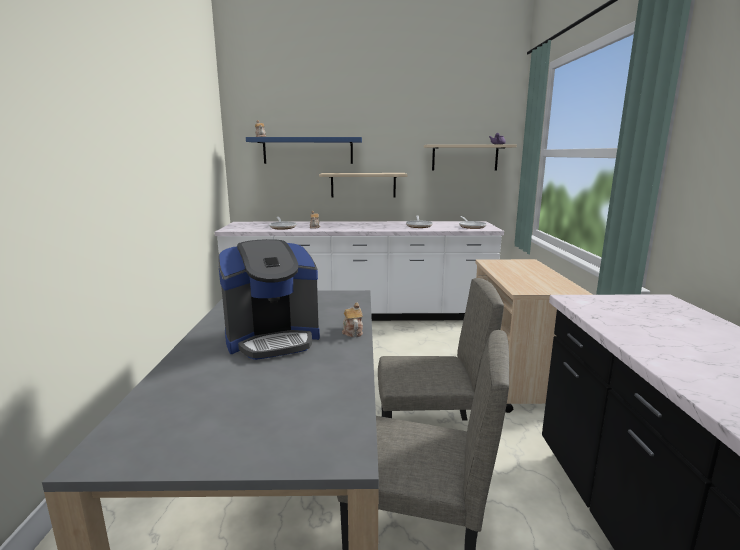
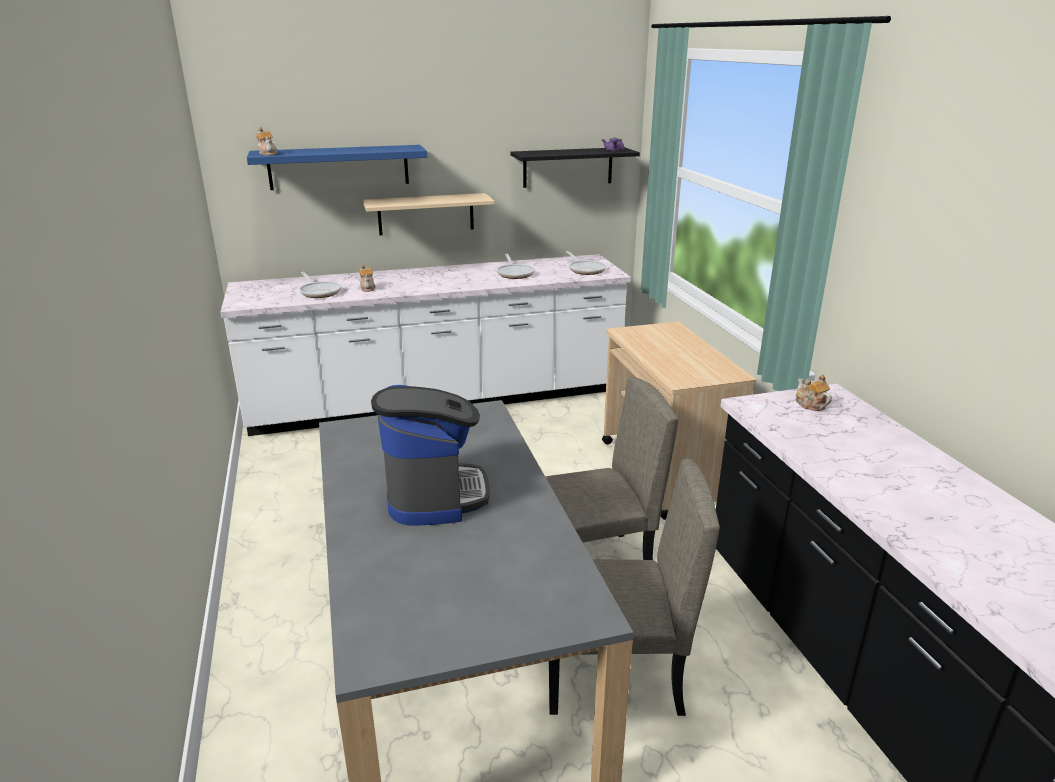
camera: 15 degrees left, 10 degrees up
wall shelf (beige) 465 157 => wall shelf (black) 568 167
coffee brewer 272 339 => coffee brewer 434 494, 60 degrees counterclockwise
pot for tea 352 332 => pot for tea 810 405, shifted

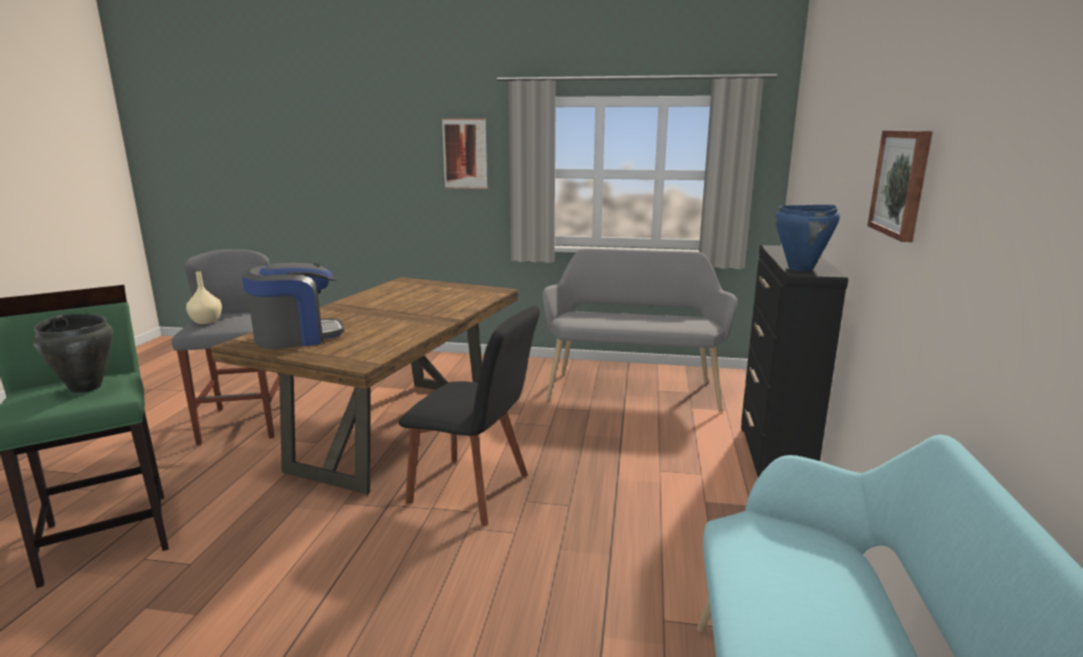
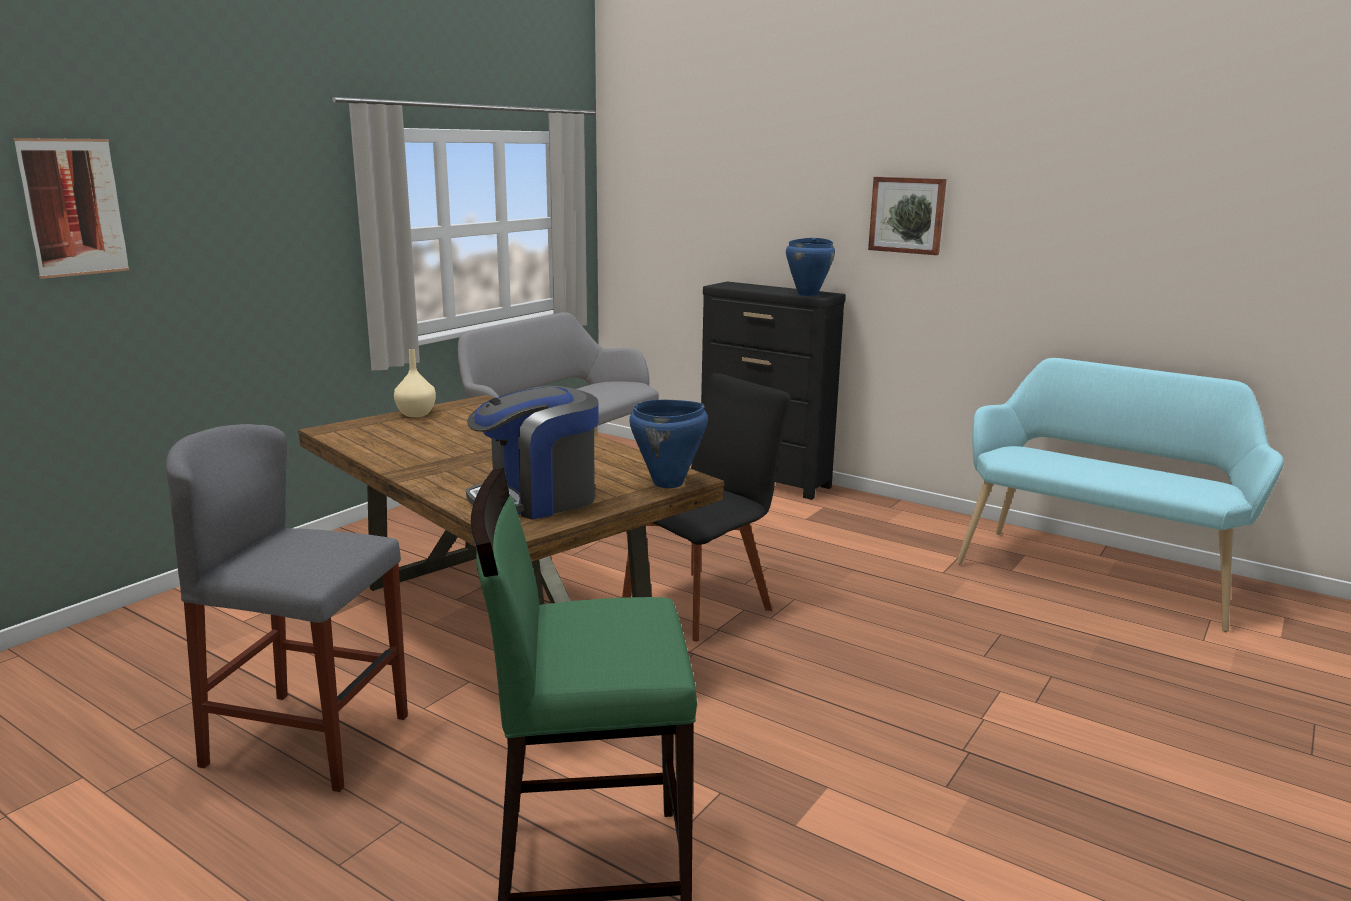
camera: 65 degrees left, 0 degrees up
wall art 465 154 => wall art 73 207, shifted
coffee brewer 297 337 => coffee brewer 536 499, 120 degrees counterclockwise
vase (beige) 206 321 => vase (beige) 415 414, shifted
stockpot (black) 86 387 => nothing
nothing => stockpot (blue) 668 483

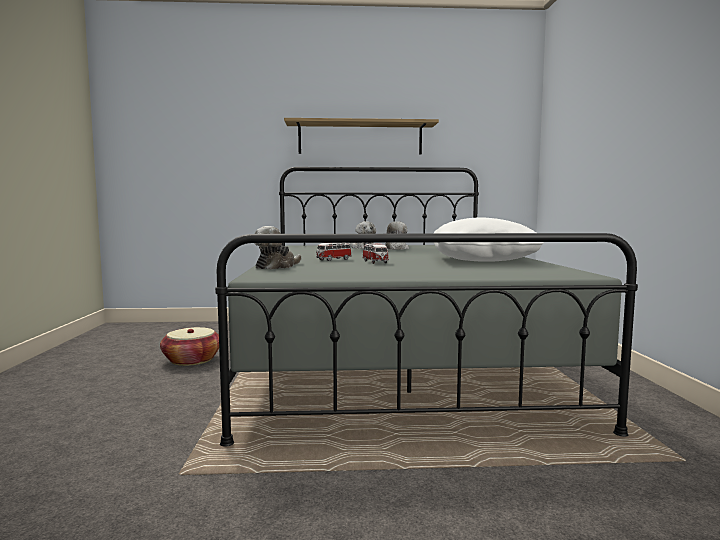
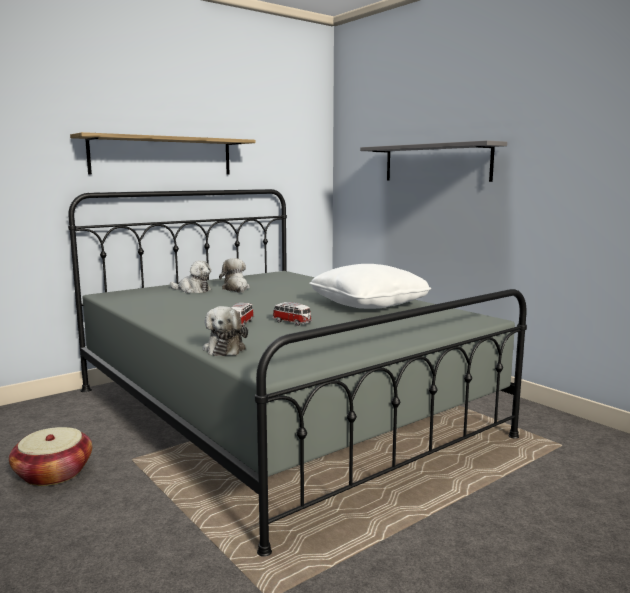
camera: 35 degrees left, 5 degrees up
nothing => wall shelf (greyish) 436 163

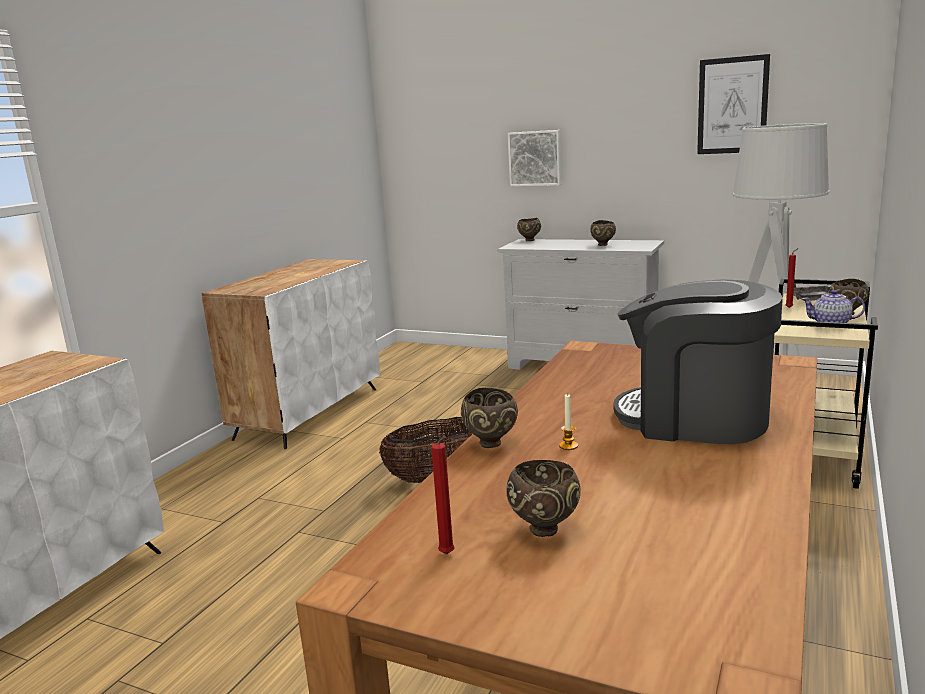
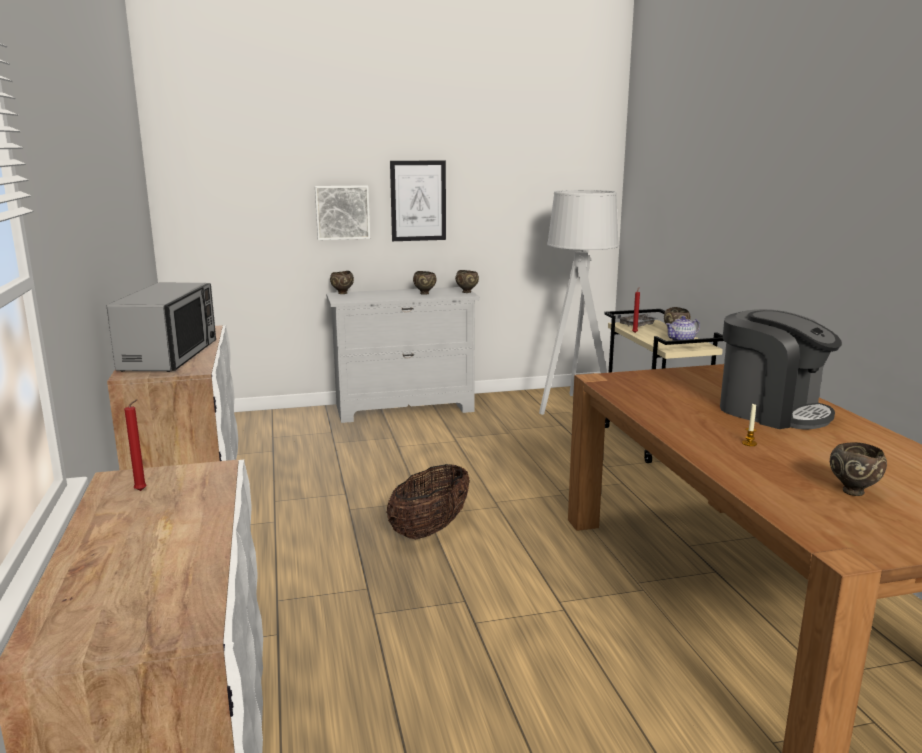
camera: 40 degrees left, 0 degrees up
wall art 732 105 => wall art 418 201, shifted
coffee brewer 694 418 => coffee brewer 771 411, 120 degrees counterclockwise
serving bowl (brownish) 491 444 => serving bowl (brownish) 467 292, shifted
wax light (red-coloured) 448 555 => wax light (red-coloured) 142 491, shifted
nothing => microwave 170 355

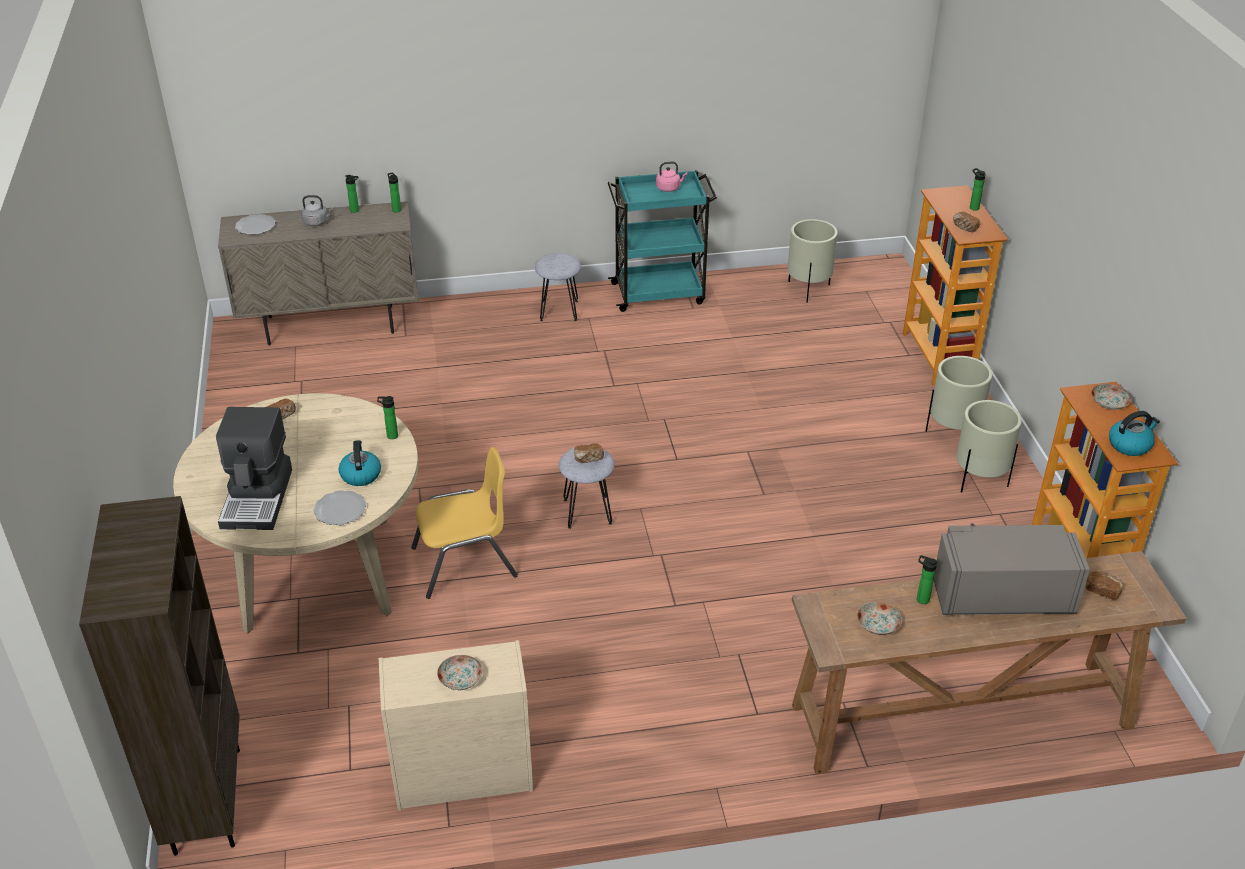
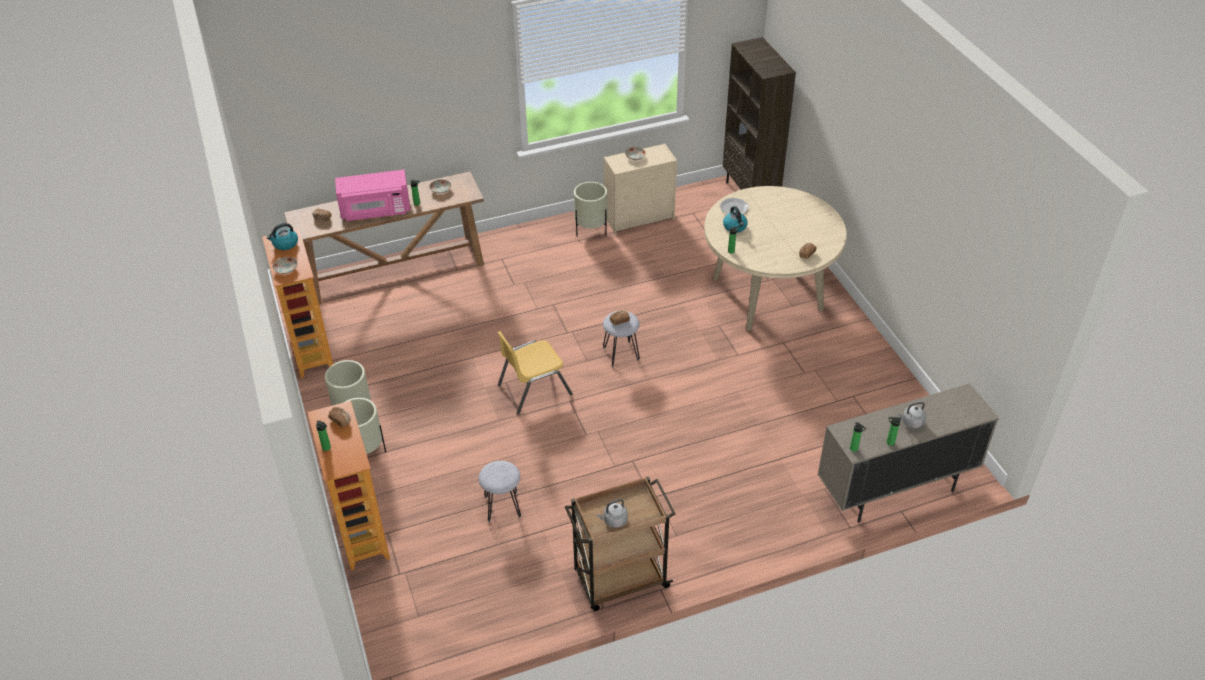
camera: 170 degrees right, 5 degrees up
water kettle (pink) 669 188 => water kettle (greyish) 614 521
cart (turquoise) 659 293 => cart (brownish) 619 580
flat dish 255 226 => nothing
plant pot (beige) 808 289 => plant pot (beige) 591 231, shifted
sitting stool (greyish) 559 310 => sitting stool (greyish) 502 506, shifted
coffee brewer 258 498 => nothing
chair (yellow-coloured) 465 563 => chair (yellow-coloured) 534 389, shifted
microwave (greyish) 1001 594 => microwave (pink) 376 210

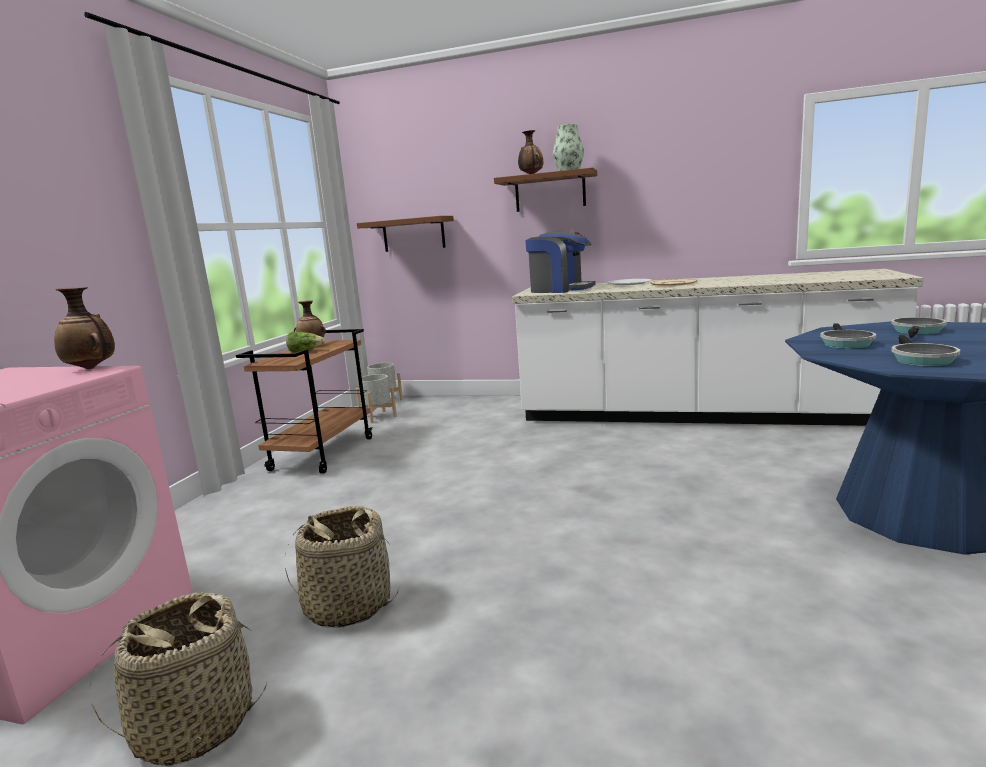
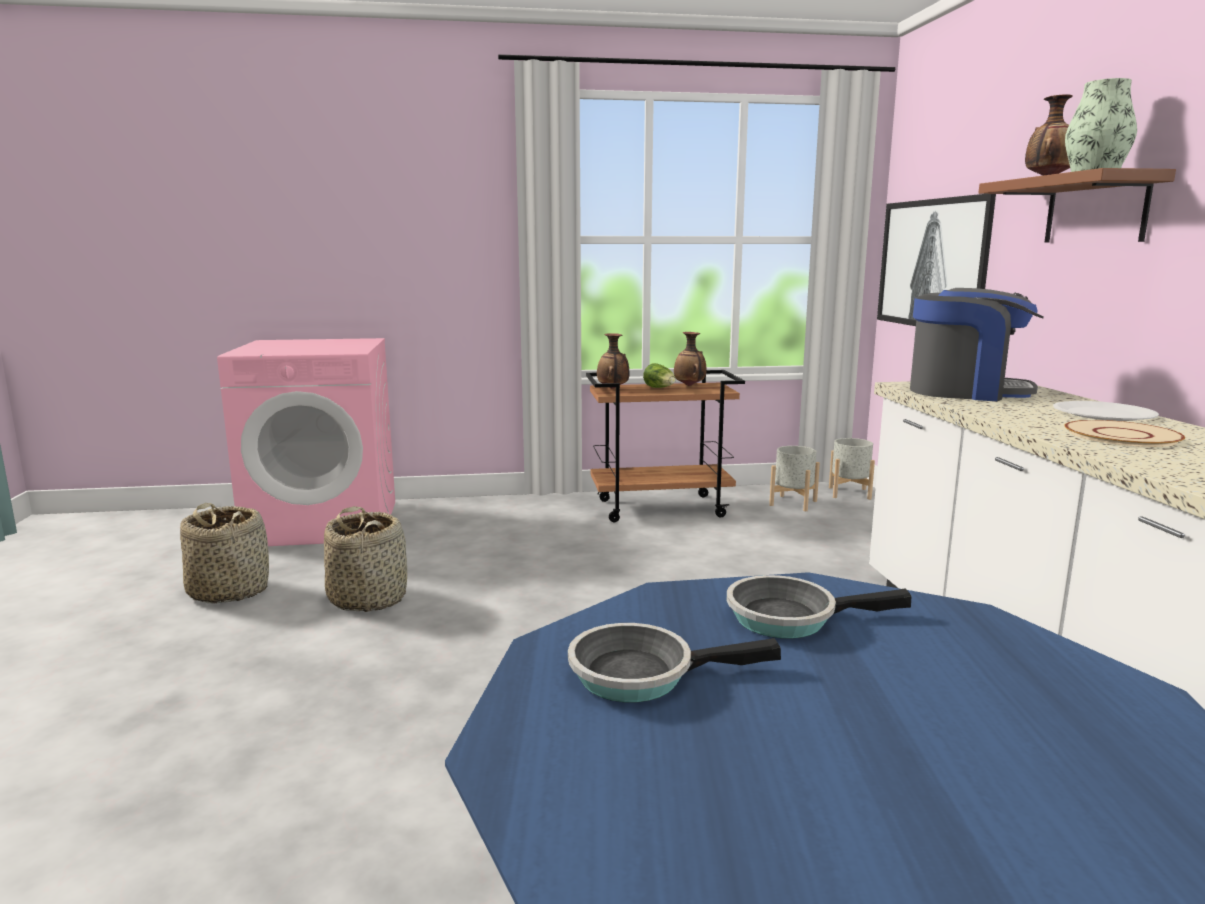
camera: 65 degrees right, 0 degrees up
wall shelf (brownish) 413 234 => wall art 933 264
coffee brewer 560 290 => coffee brewer 966 392, 75 degrees counterclockwise
vase 91 368 => vase 613 388, shifted
skillet 917 332 => nothing

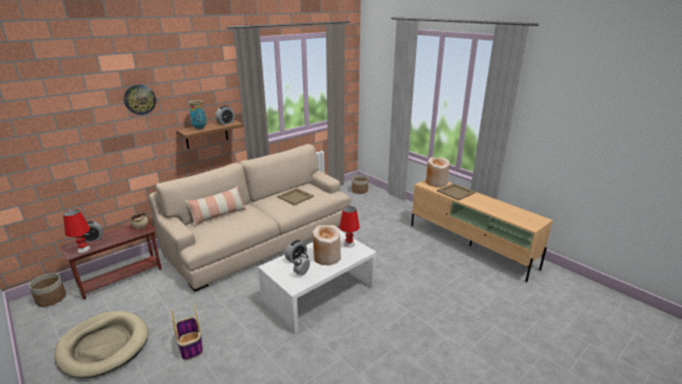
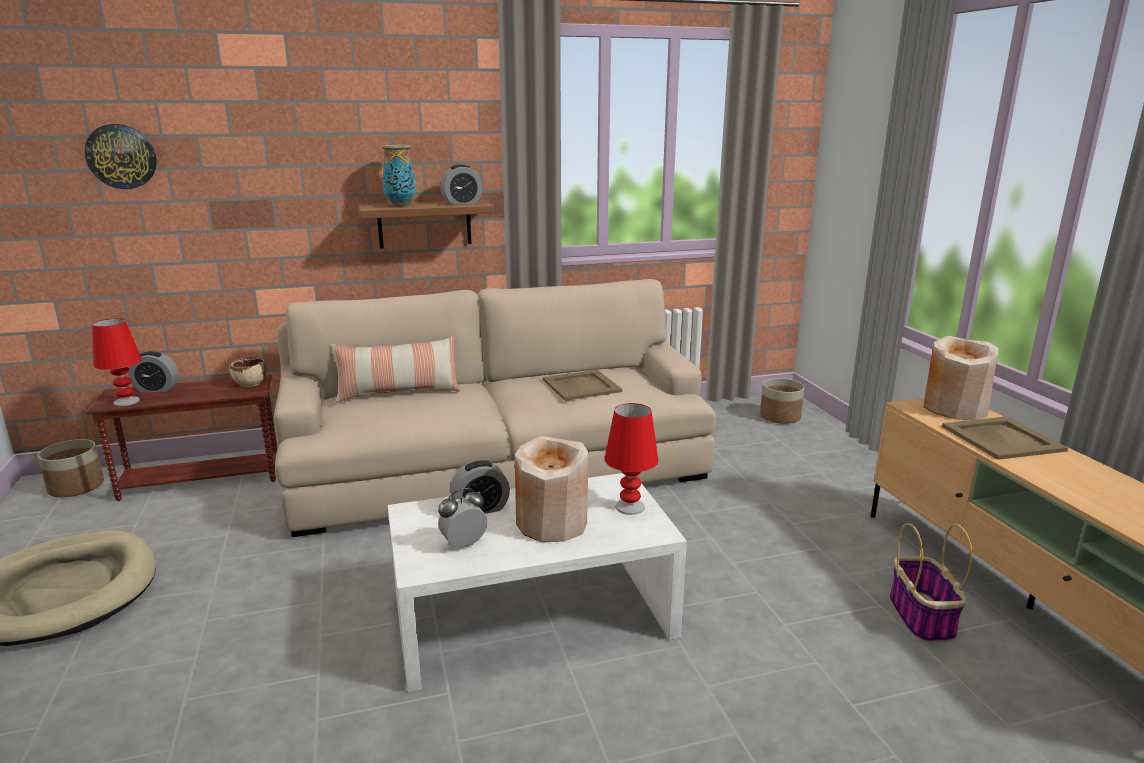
camera: 25 degrees right, 5 degrees down
clock on the wall 139 99 => clock on the wall 121 156, shifted
basket 191 346 => basket 922 618, shifted

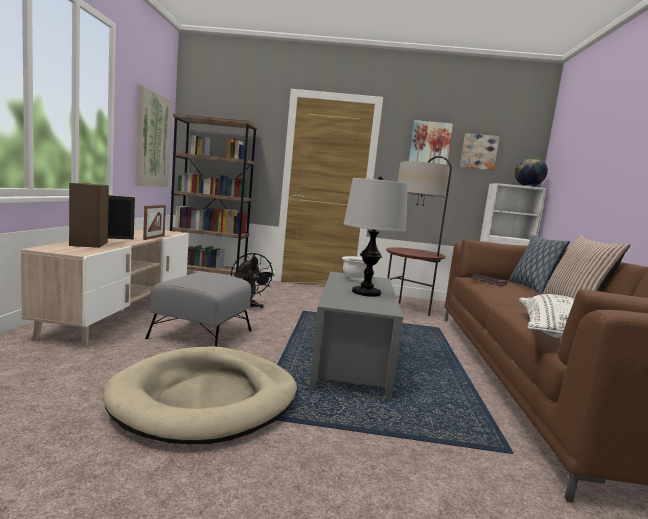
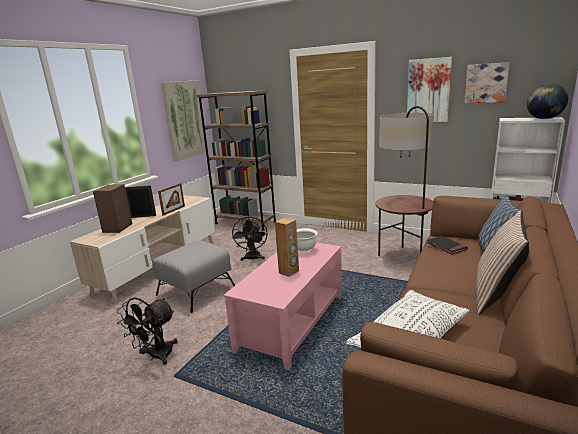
camera: 25 degrees right, 10 degrees up
lamp for a table 366 292 => speaker (brownish) 289 272
lounge table (greyish) 351 360 => lounge table (pink) 292 322
pet bed (beige) 206 399 => fan (black) 156 356

